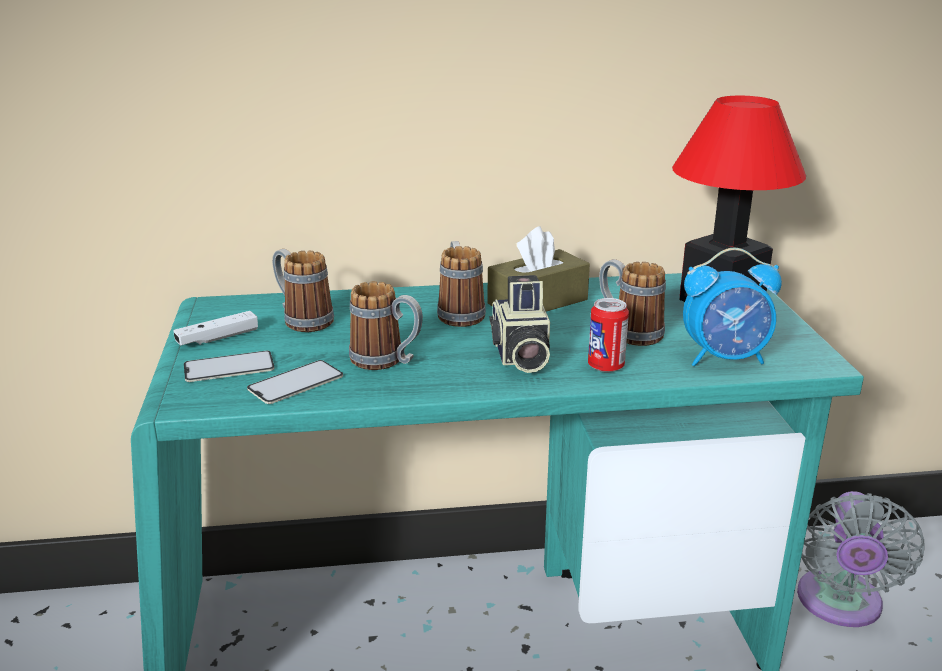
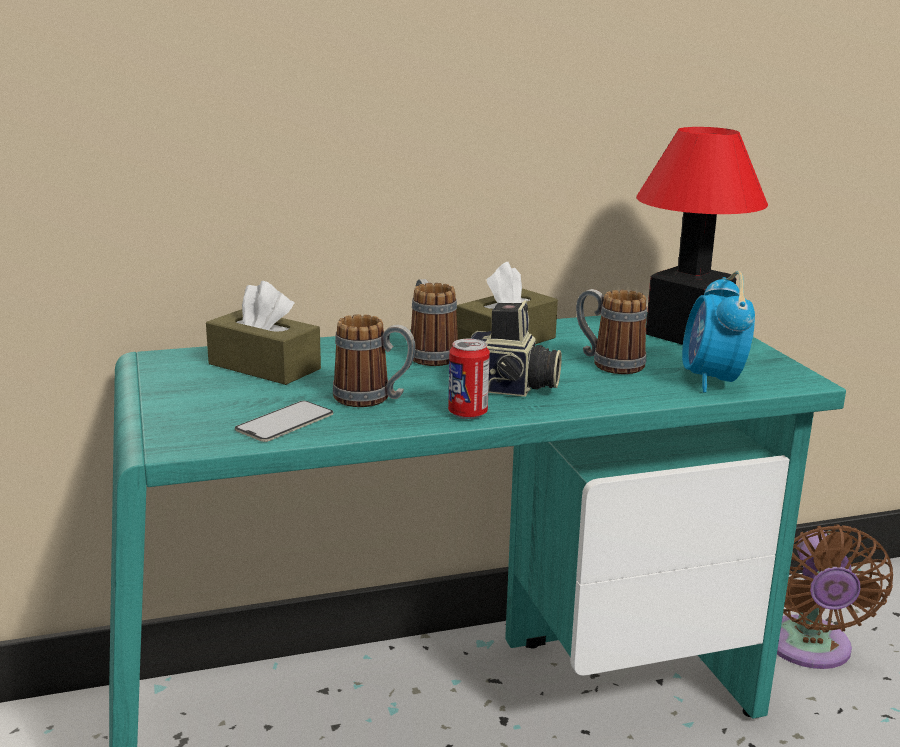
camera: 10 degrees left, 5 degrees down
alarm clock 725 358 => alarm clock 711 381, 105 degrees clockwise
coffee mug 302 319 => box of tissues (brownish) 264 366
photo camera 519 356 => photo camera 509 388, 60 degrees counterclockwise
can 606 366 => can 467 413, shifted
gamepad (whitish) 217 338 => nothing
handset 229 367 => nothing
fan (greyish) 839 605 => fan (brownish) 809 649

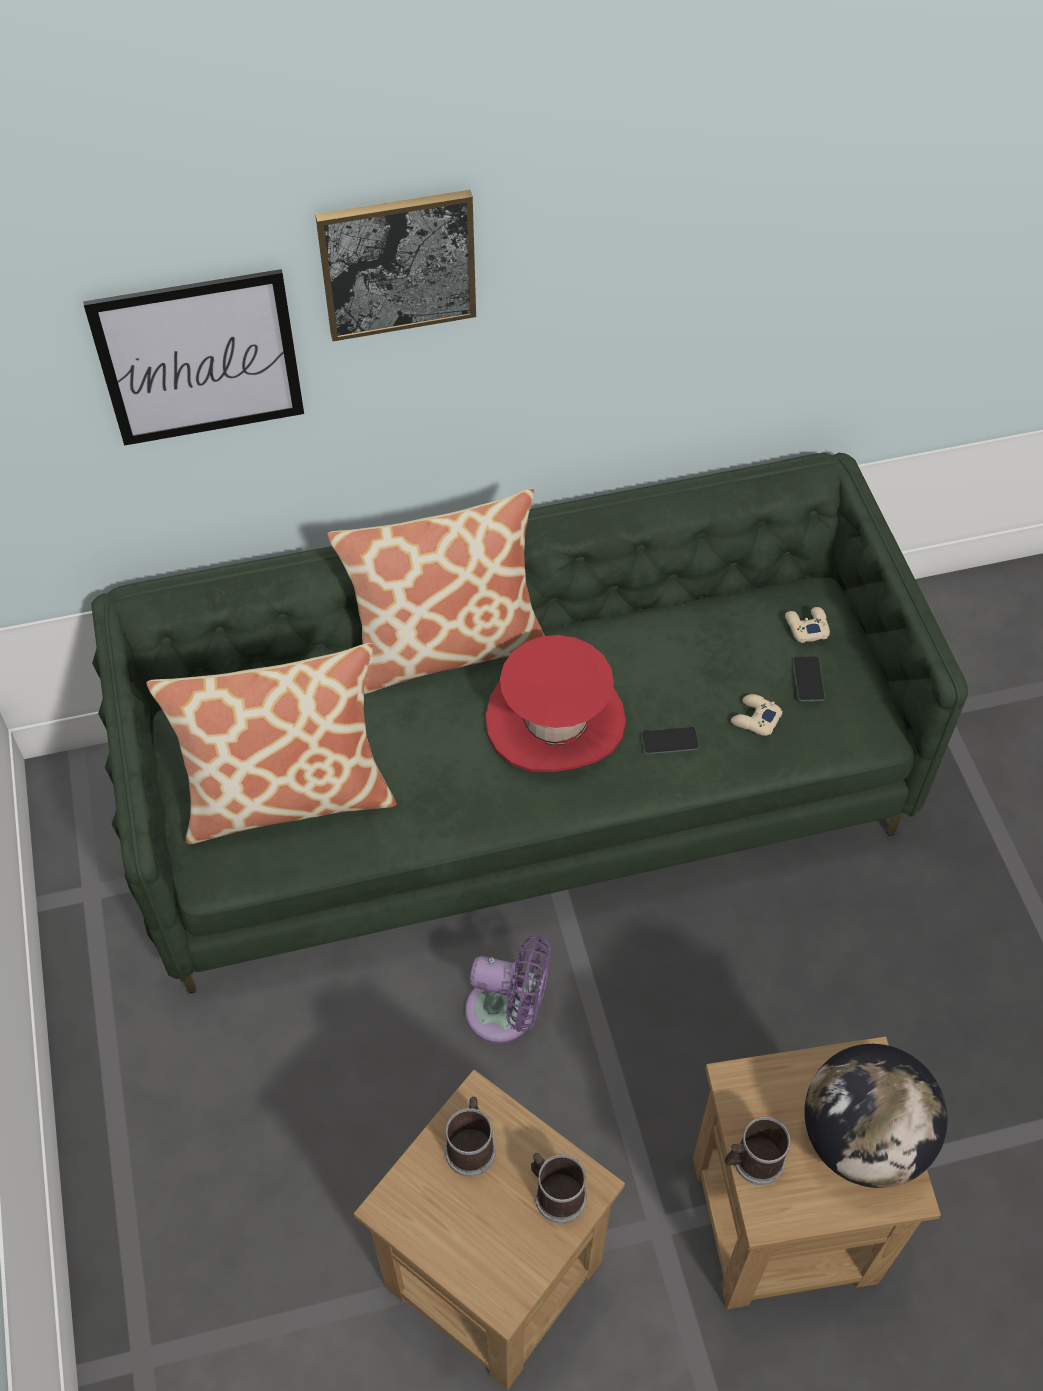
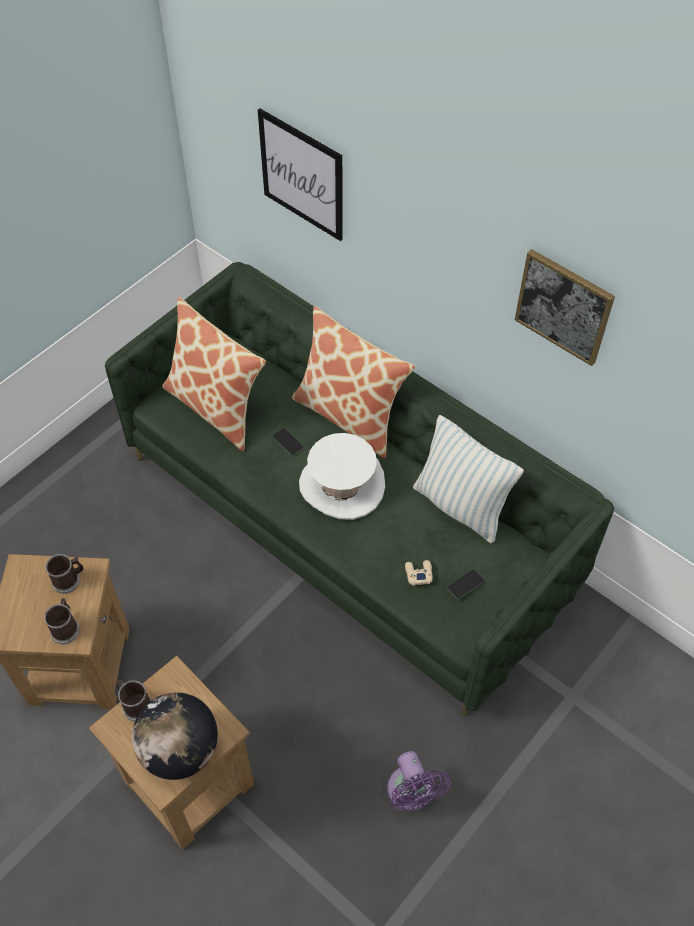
camera: 55 degrees right, 0 degrees up
wall art 398 264 => wall art 564 306, shifted
gamepad (beige) 806 627 => nothing
hat (red-coloured) 555 720 => hat (whitish) 342 485
handset 670 741 => handset 288 442, shifted
fan (purplish) 507 1013 => fan (purplish) 411 794, shifted
nothing => throw pillow 460 506

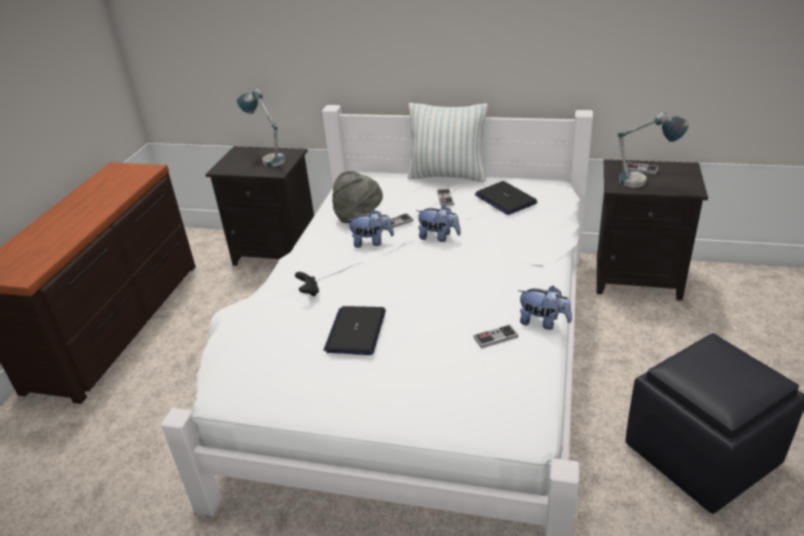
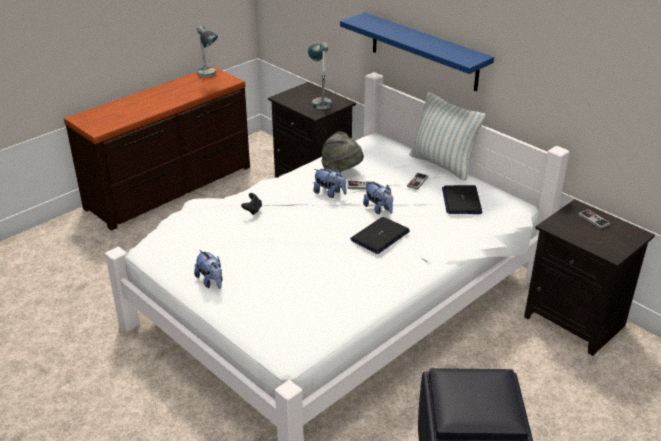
camera: 30 degrees right, 0 degrees up
lamp for a table 644 183 => lamp for a table 209 76, shifted
cuddly toy 543 322 => cuddly toy 211 282, shifted
portable computer 356 331 => portable computer 380 236, shifted
gamepad 495 337 => nothing
nothing => wall shelf (blue) 424 52

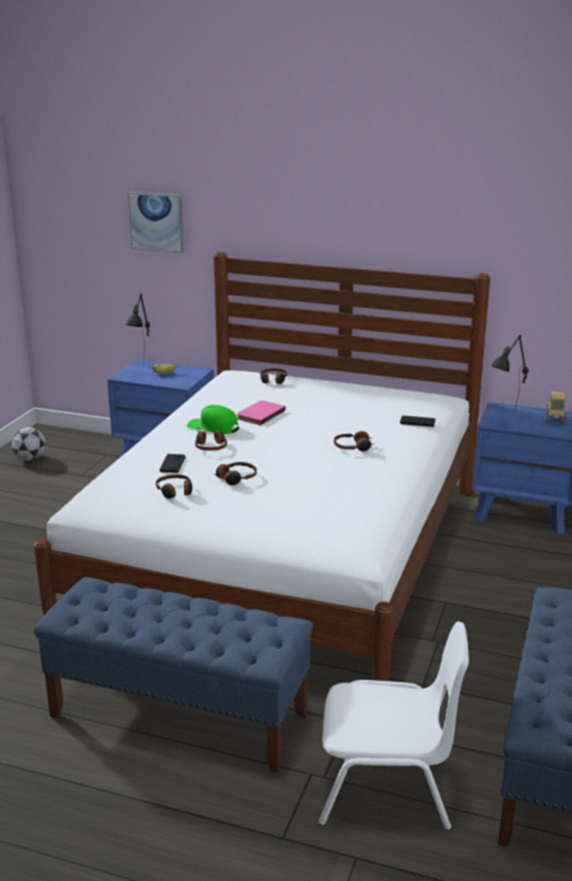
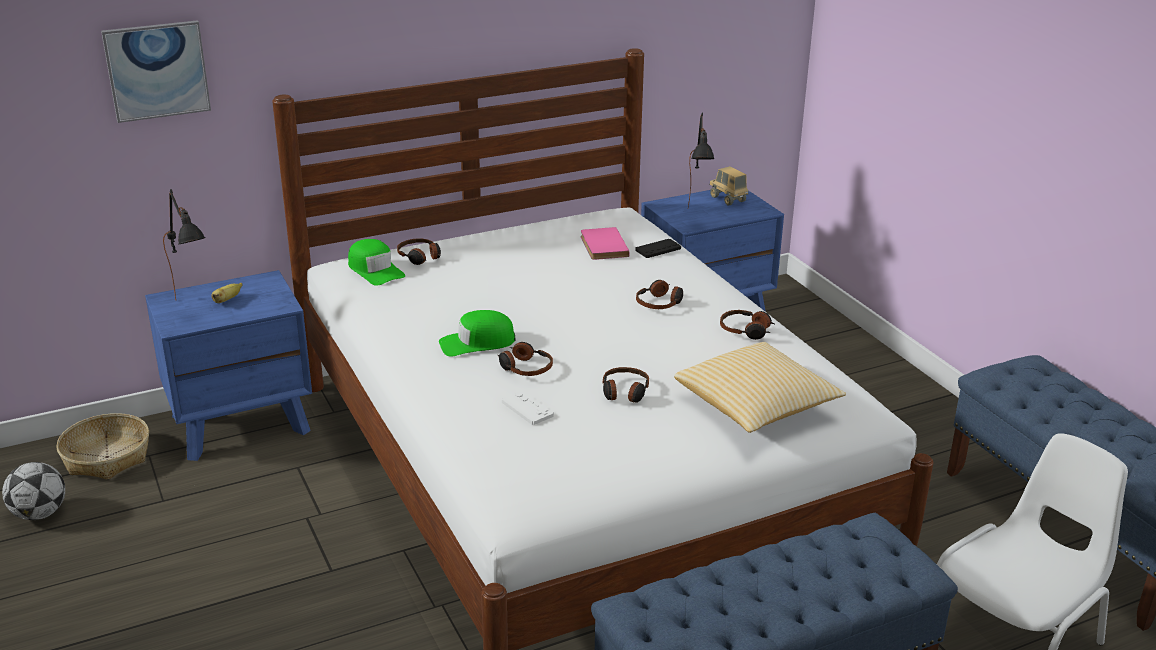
camera: 45 degrees left, 5 degrees up
bound book (pink) 259 414 => bound book (pink) 602 246, shifted
gamepad (black) 172 464 => gamepad (whitish) 527 409
headphones 175 491 => headphones 746 330, shifted
nothing => cap (greenish) 375 270
nothing => throw pillow 756 407
nothing => basket 107 457

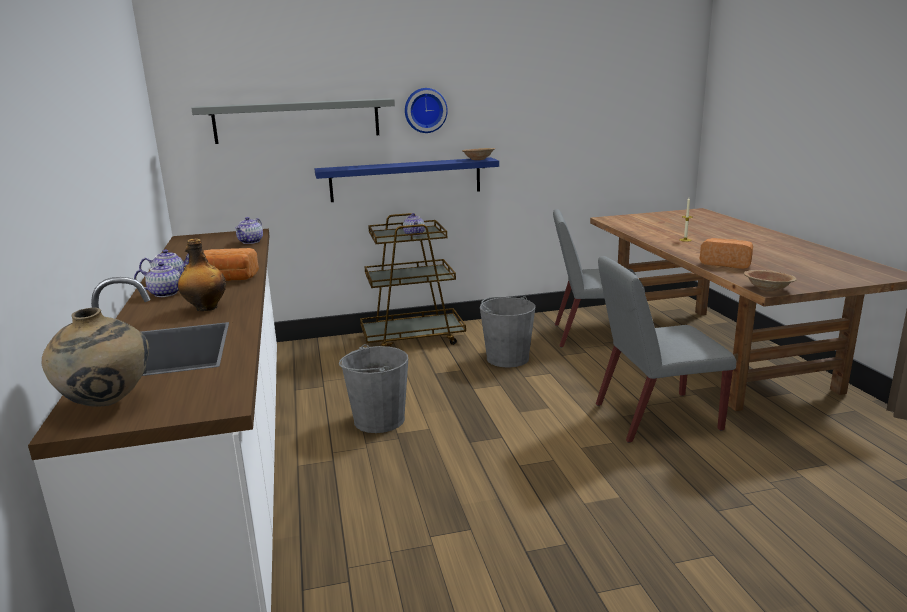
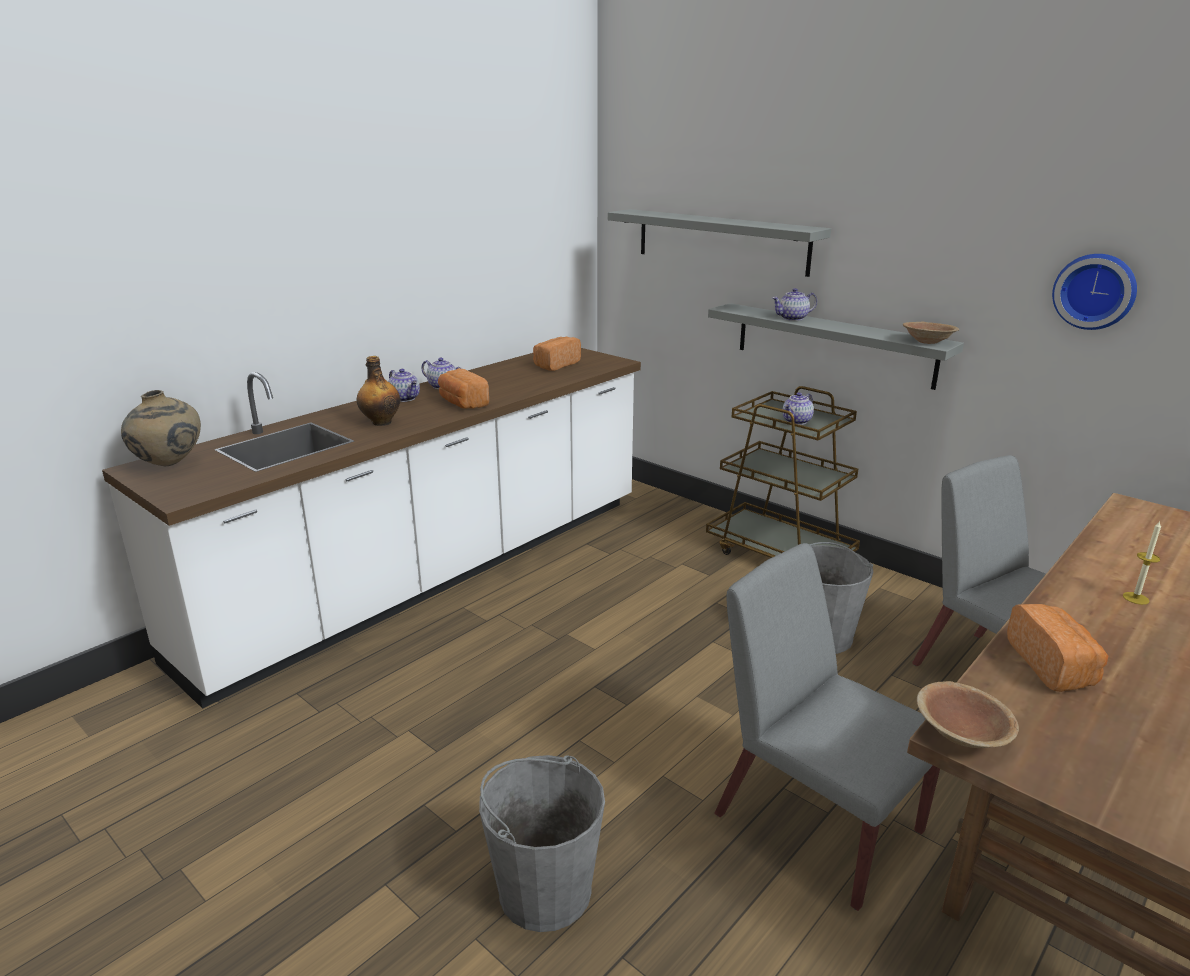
camera: 55 degrees right, 5 degrees up
clock on the wall 425 110 => clock on the wall 1095 291, shifted
wall shelf (blue) 406 179 => wall shelf (greyish) 833 344
pot for tea 251 241 => pot for tea 792 318, shifted
bucket (greyish) 378 420 => bucket (greyish) 544 890, shifted
nothing => bakery bread 555 365

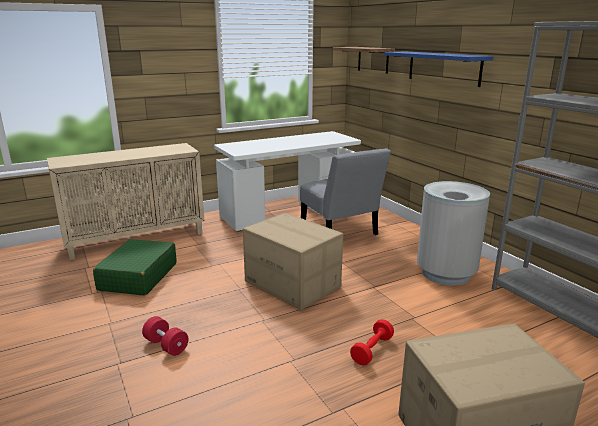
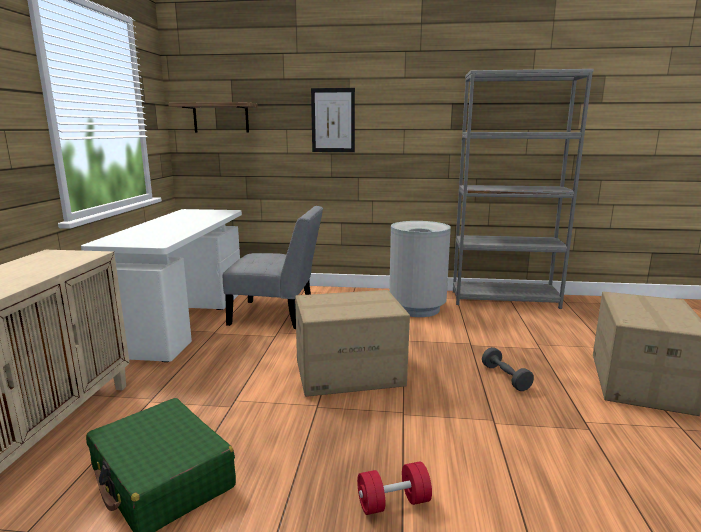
camera: 55 degrees left, 5 degrees down
wall shelf (blue) 443 68 => wall art 333 120
hand weight (red-coloured) 372 350 => hand weight (greyish) 505 378

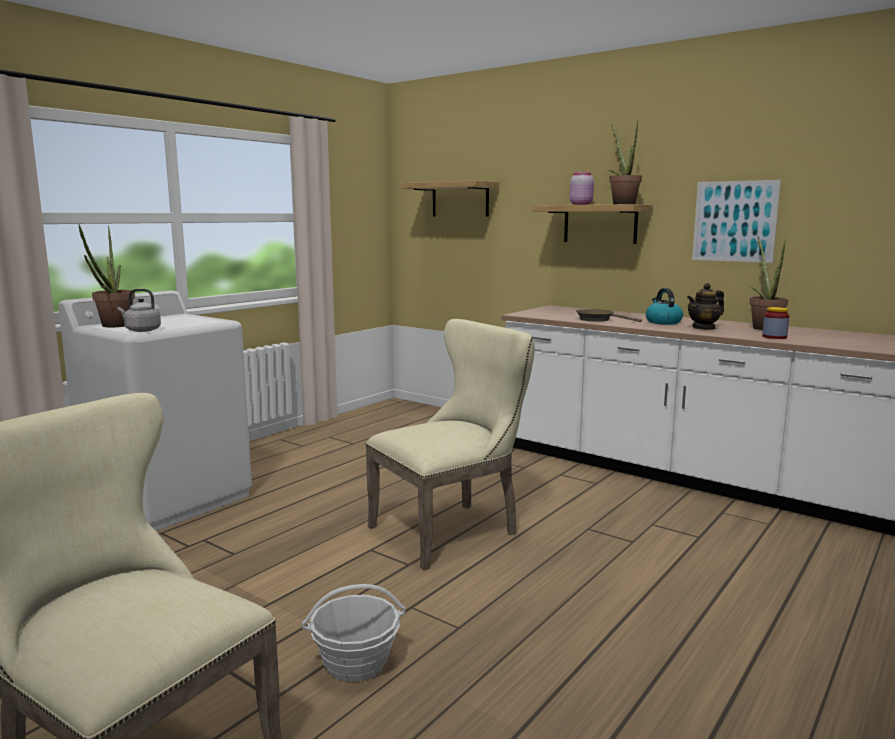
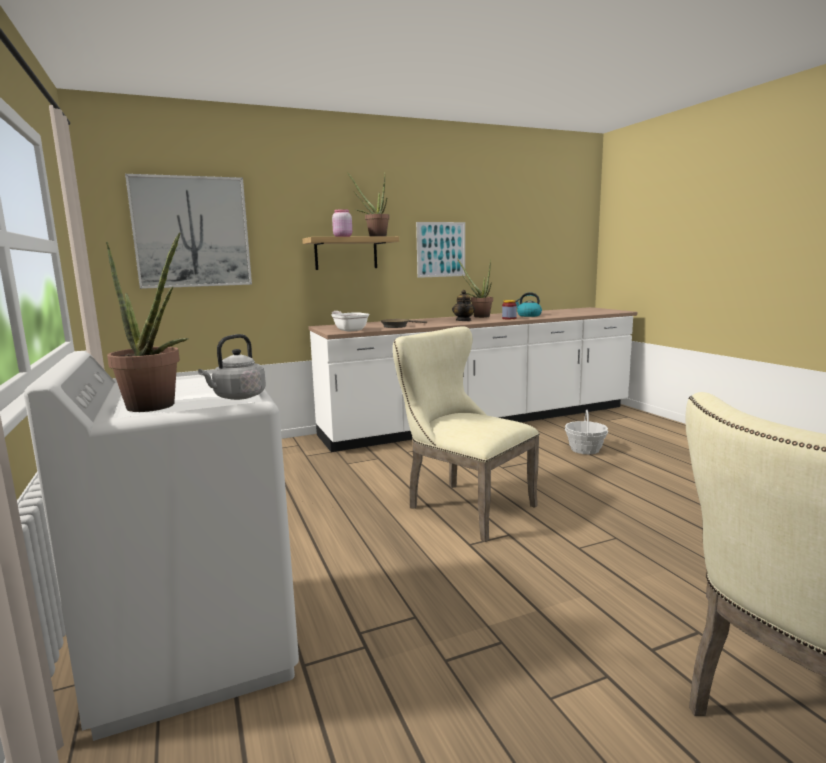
camera: 60 degrees left, 0 degrees up
wall shelf 460 199 => wall art 192 232
water kettle 663 322 => water kettle 528 315, shifted
chair (beige) 452 529 => chair (beige) 462 506, 45 degrees counterclockwise
basket 356 663 => basket 585 449, shifted
nothing => skillet 349 330

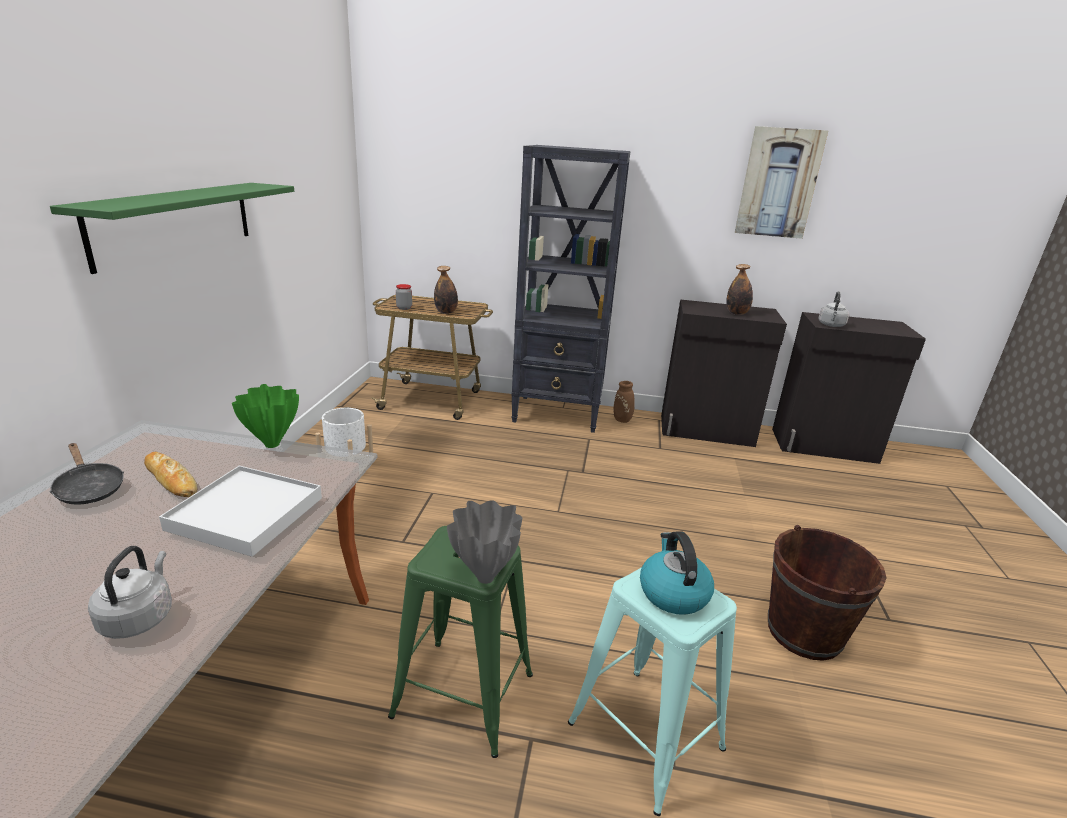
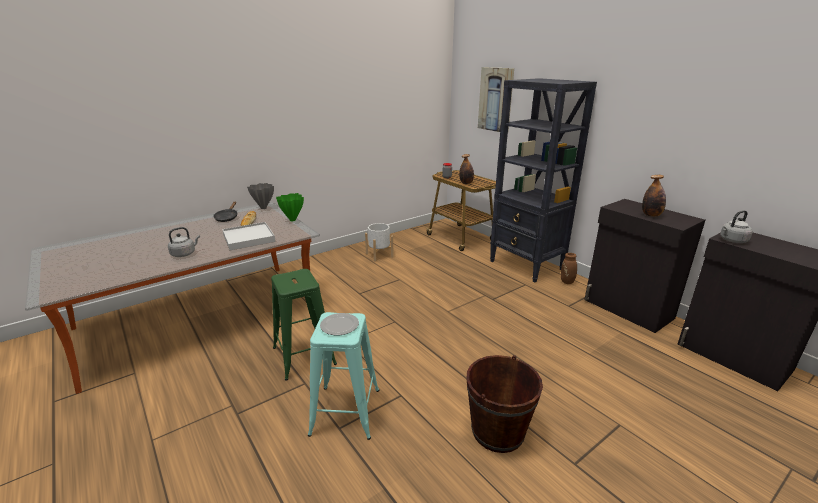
camera: 45 degrees right, 0 degrees up
wall art 778 183 => wall art 496 99, shifted
wall shelf (greenish) 176 222 => nothing
vase (greyish) 484 577 => vase (greyish) 264 208, shifted
water kettle 672 593 => flat dish 339 325

